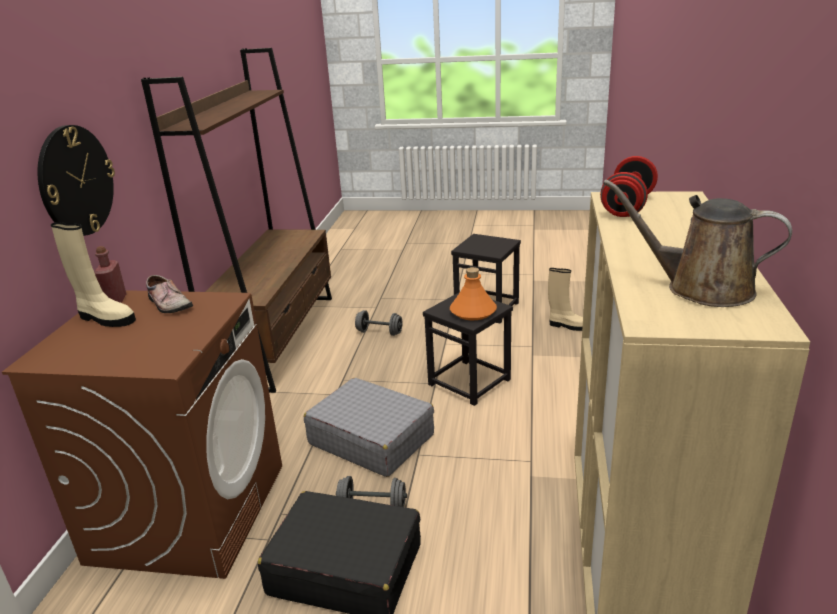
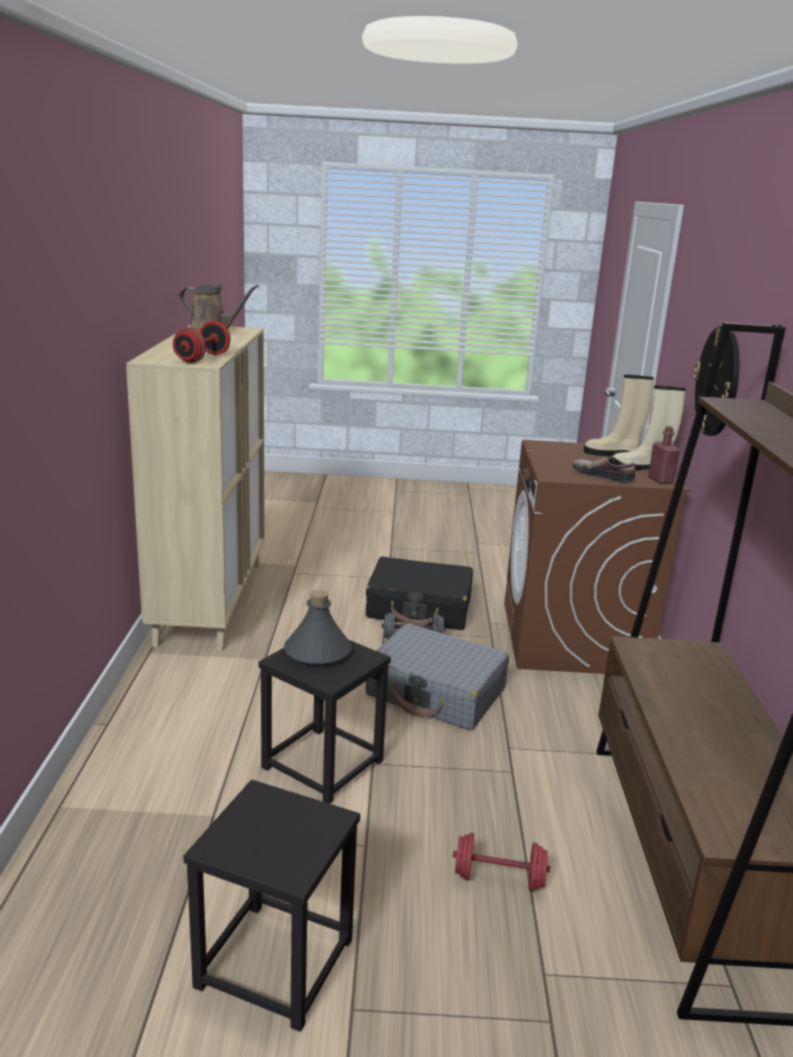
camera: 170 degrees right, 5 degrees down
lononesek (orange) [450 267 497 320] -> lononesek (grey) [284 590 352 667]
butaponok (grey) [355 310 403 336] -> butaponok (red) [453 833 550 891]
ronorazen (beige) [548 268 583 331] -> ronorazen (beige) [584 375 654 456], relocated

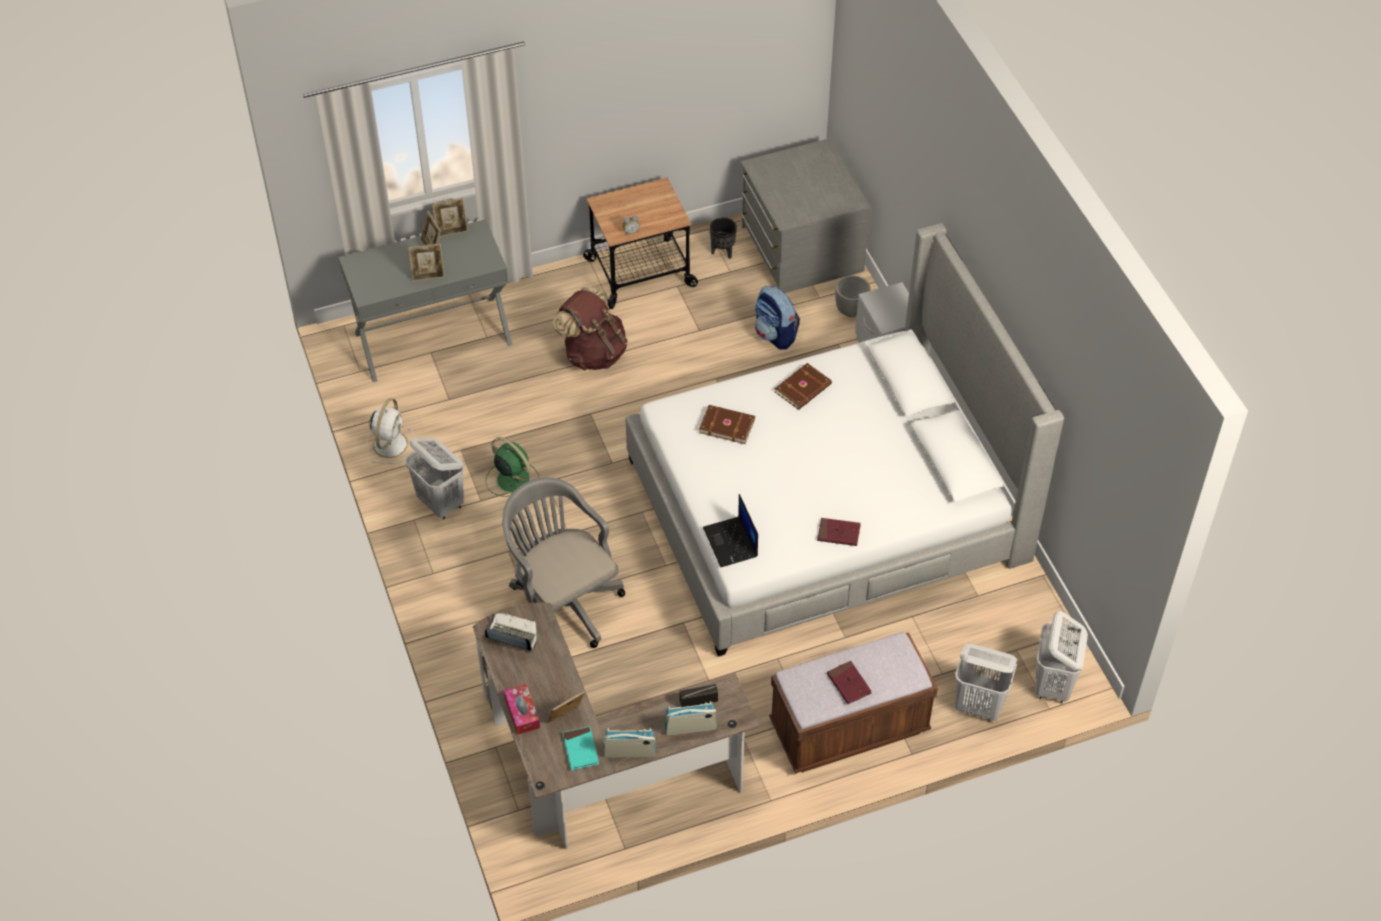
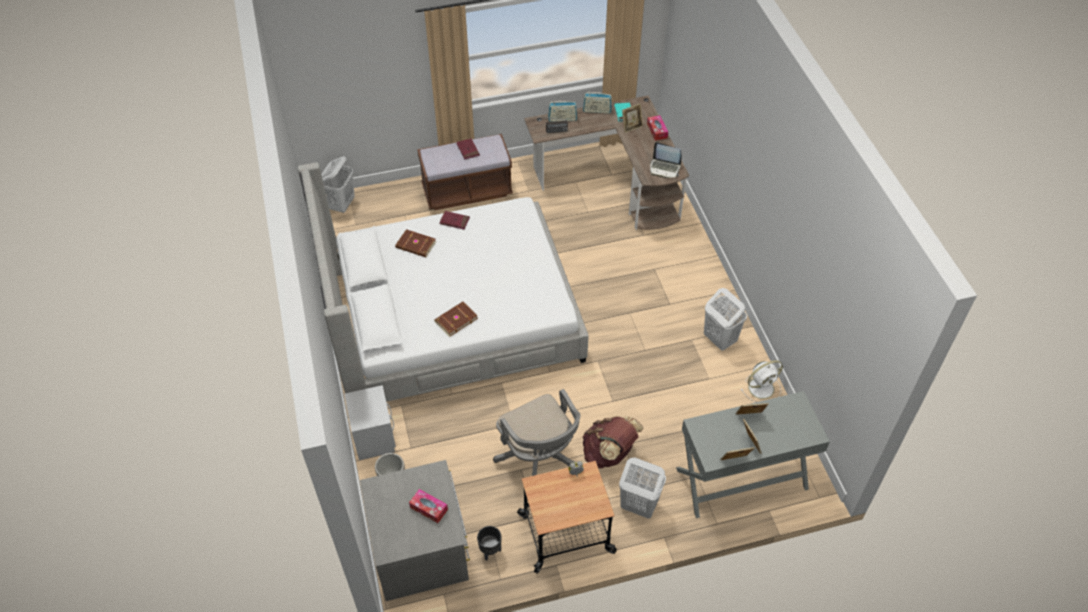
camera: 175 degrees left, 0 degrees up
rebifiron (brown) [699 405 755 444] -> rebifiron (brown) [395 229 436 257], relocated
none -> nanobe [409 489 448 523]
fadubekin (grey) [502 477 625 648] -> fadubekin (grey) [493 389 581 476], relocated
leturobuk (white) [955 644 1017 721] -> leturobuk (white) [619 458 666 519], relocated
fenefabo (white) [367 398 416 464] -> fenefabo (white) [741 360 783 402], 135 degrees counterclockwise
fenefabo (green) [486 437 539 497] -> none
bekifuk [703 494 758 567] -> none
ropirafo [755 286 800 350] -> none

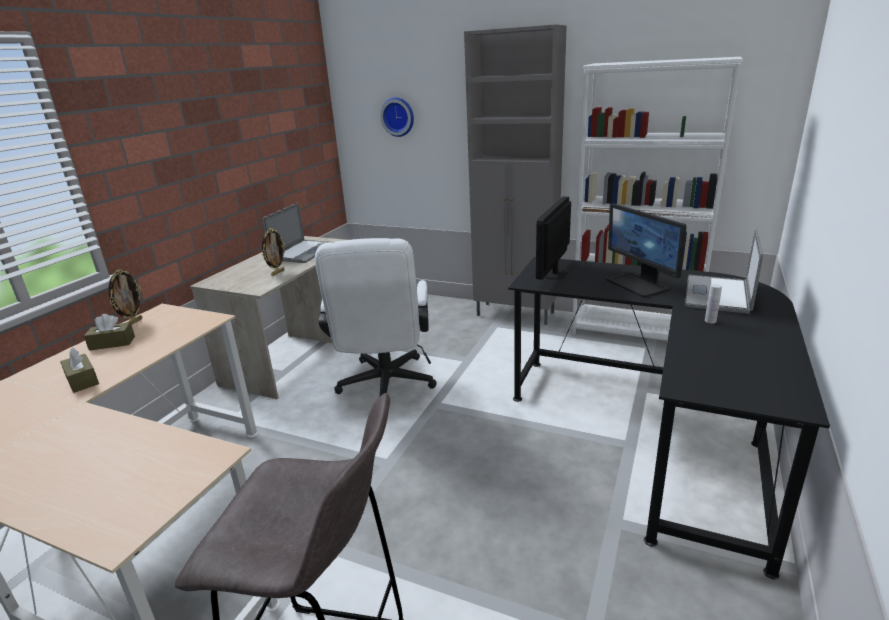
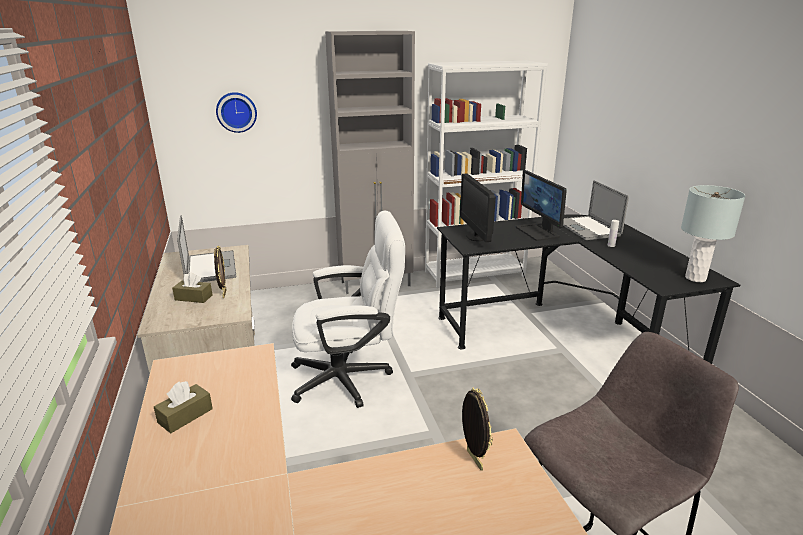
camera: 40 degrees left, 0 degrees up
nanobe (brown) [60 348 99 393] -> nanobe (brown) [172 272 212 303], relocated
fadubekin (white) [315 238 437 396] -> fadubekin (white) [291 211 405 408], 60 degrees counterclockwise
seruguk [109 269 142 325] -> seruguk [462 387 493 470], relocated
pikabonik [606 203 687 298] -> pikabonik [515 170 567 241], 45 degrees clockwise
none -> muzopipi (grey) [681 185 745 282]

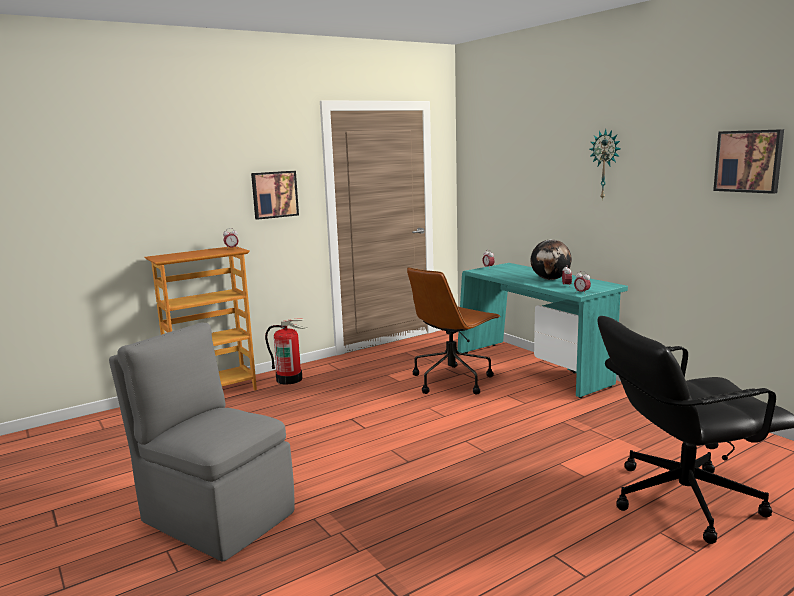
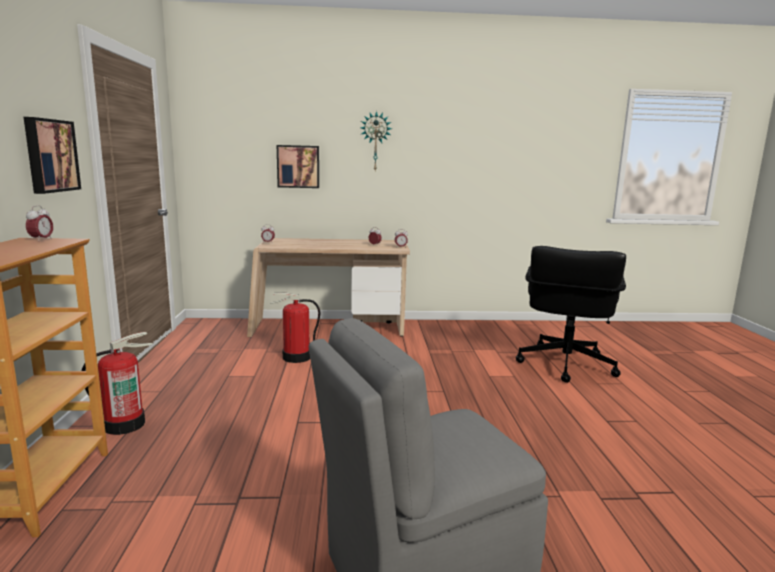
camera: 60 degrees left, 0 degrees up
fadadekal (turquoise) [457 263 628 398] -> fadadekal (beige) [247 238 410 337]
fadubekin (brown) [407 267 501 395] -> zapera [270 292 320 363]
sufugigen [713 129 784 194] -> sufugigen [277 145 319 188], relocated
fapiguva [531 240 572 280] -> none

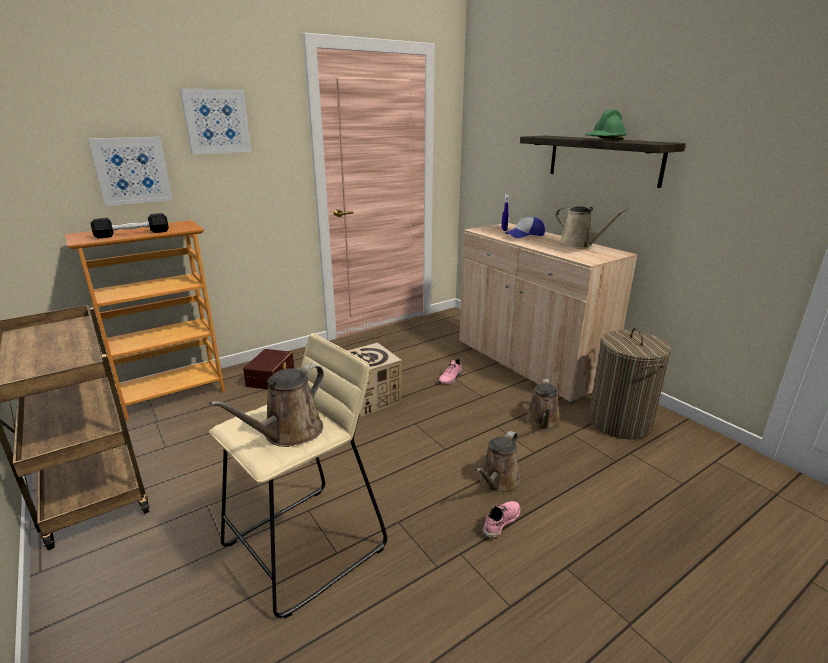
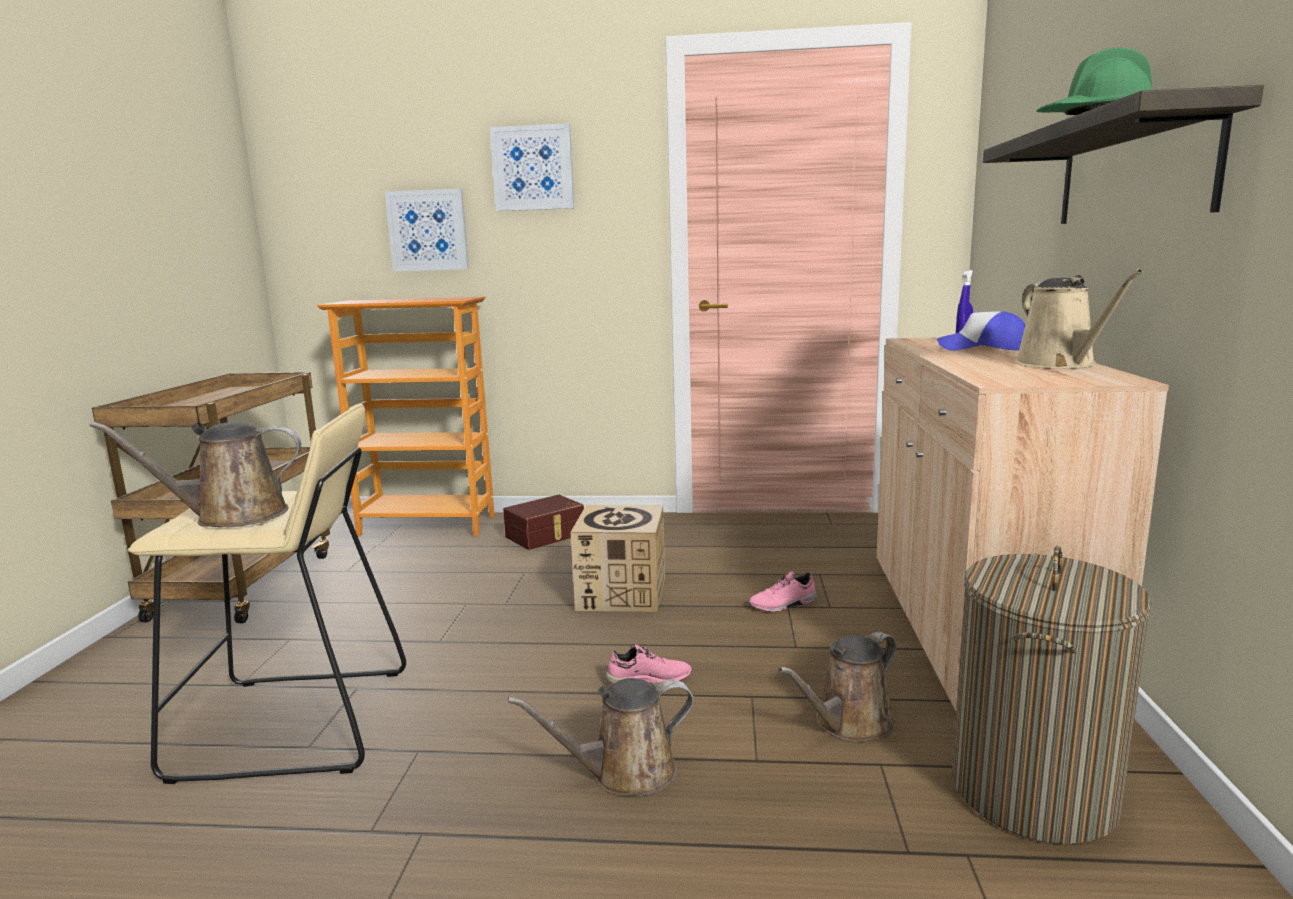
camera: 40 degrees right, 10 degrees down
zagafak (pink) [482 501 521 539] -> zagafak (pink) [606 644 692 685], relocated
butaponok (black) [90 213 169 239] -> none

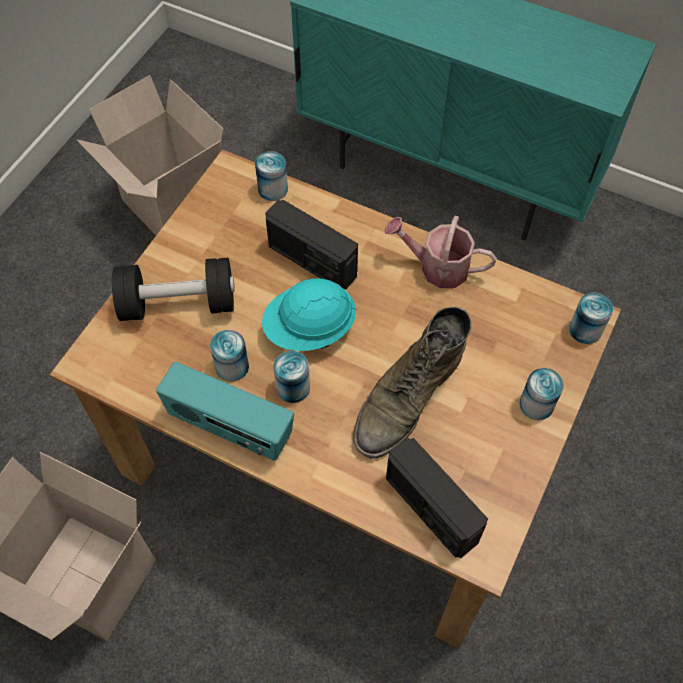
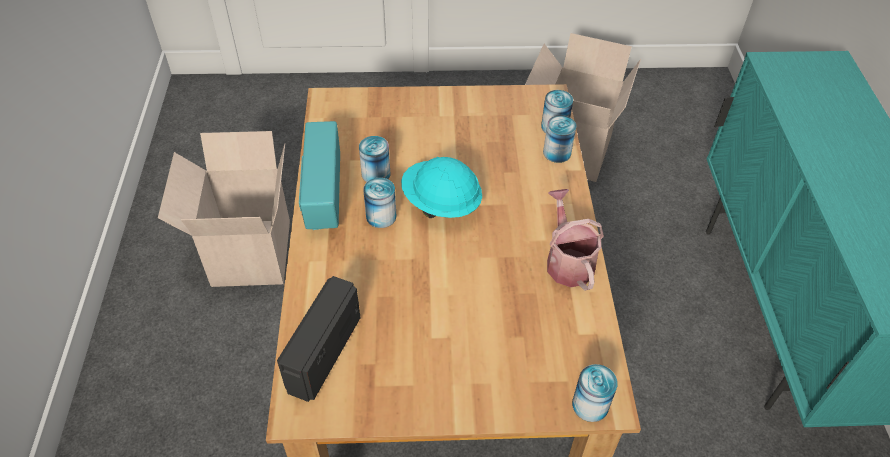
camera: 60 degrees right, 10 degrees down
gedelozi [520 368 564 420] -> gedelozi [543 115 576 163], relocated
butaponok (black) [112 258 235 321] -> none
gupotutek [265 200 358 290] -> none
ronorazen (green) [353 307 471 459] -> none

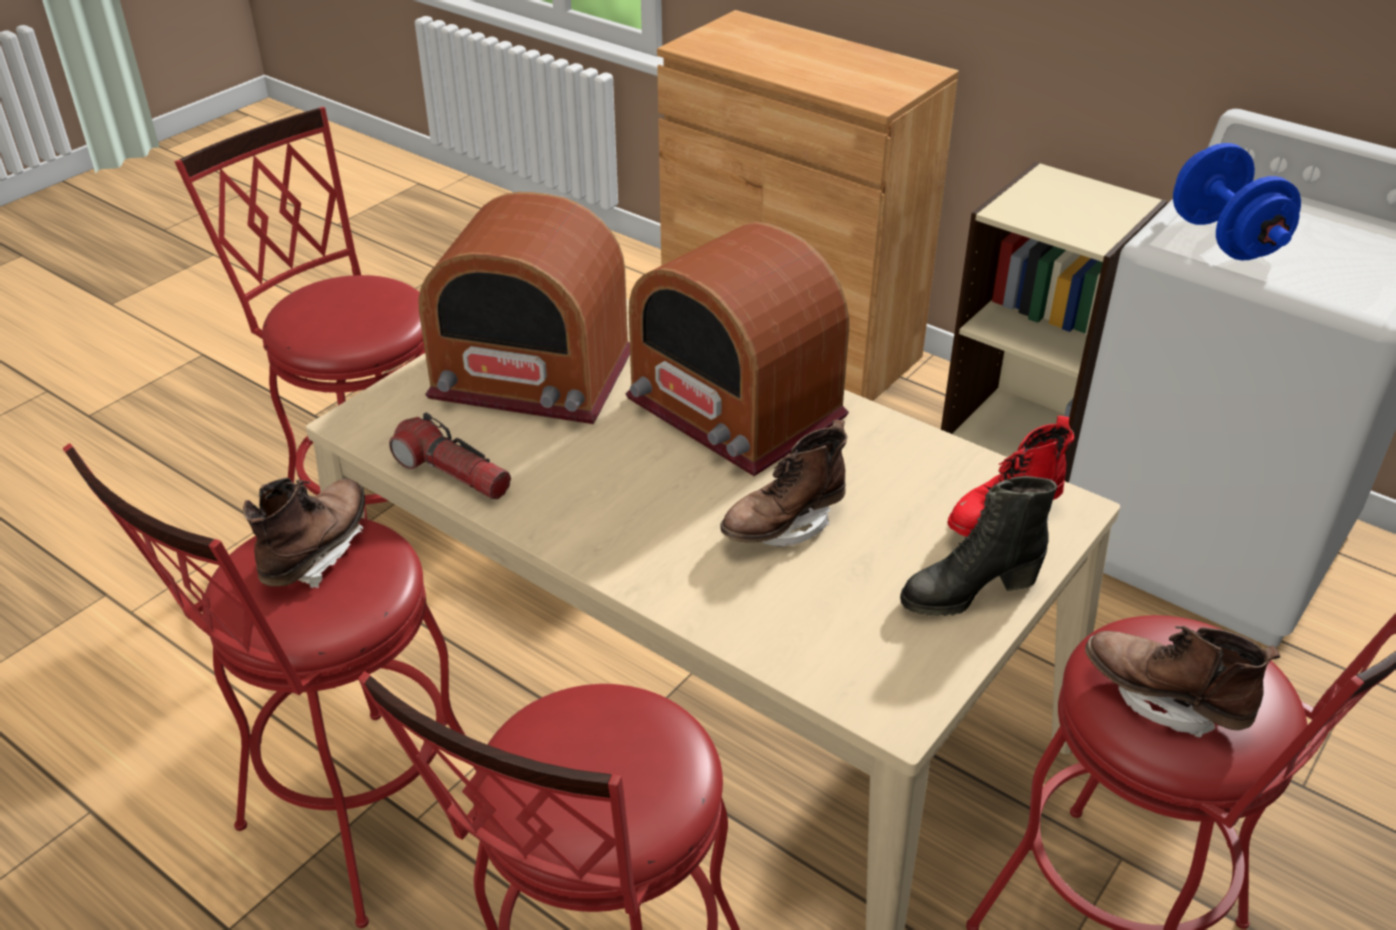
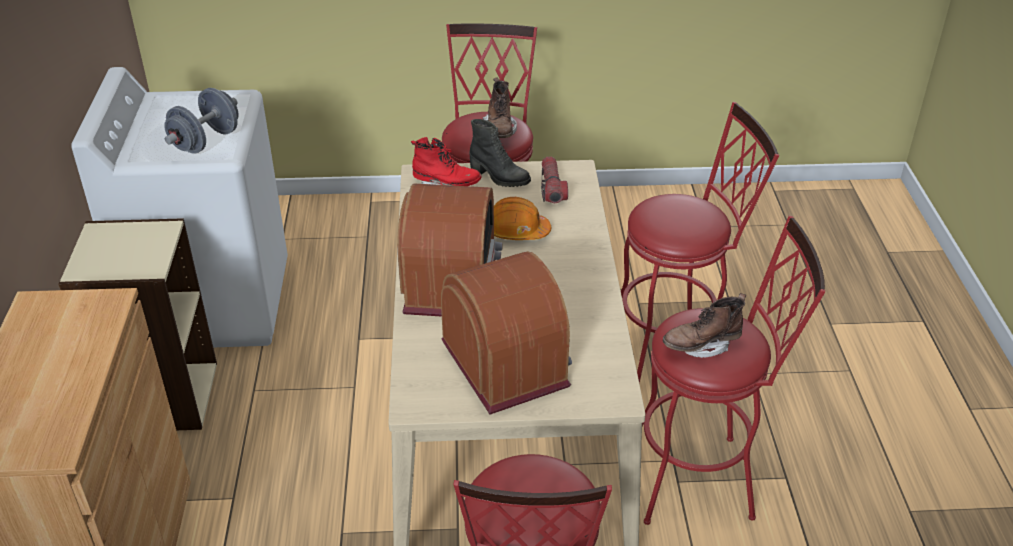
camera: 130 degrees left, 0 degrees up
butaponok (blue) [1173 143 1301 260] -> butaponok (grey) [164 88 239 154]
ronorazen (brown) [720 420 847 547] -> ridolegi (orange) [494 197 551 240]
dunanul [389 412 511 500] -> dunanul [541 156 568 203], relocated

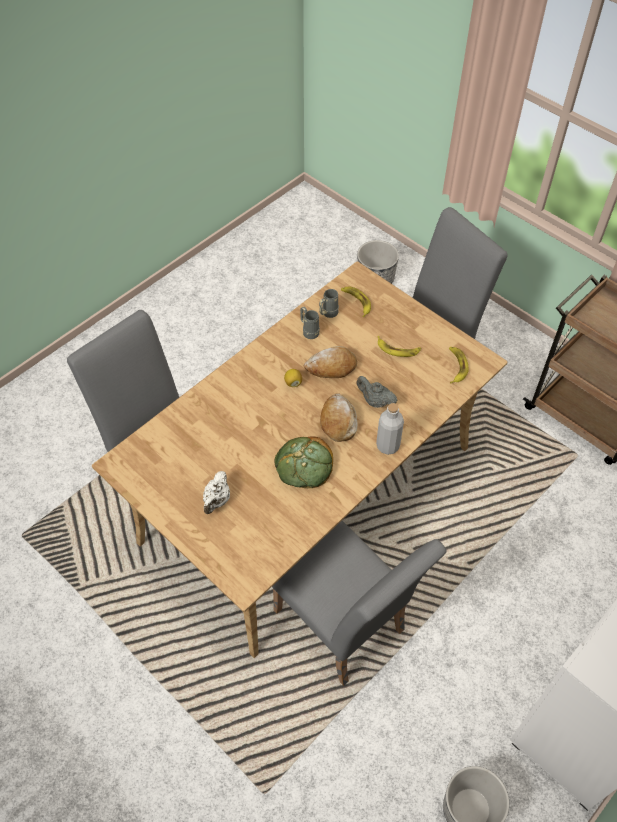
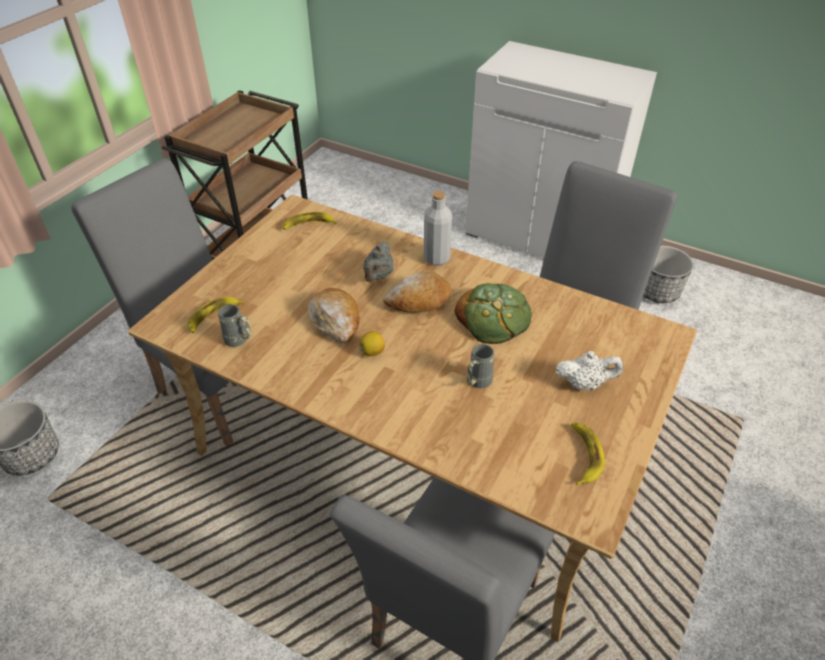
camera: 105 degrees left, 10 degrees down
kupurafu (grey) [300 307 320 339] -> kupurafu (grey) [467 344 494 388], relocated
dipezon [377 336 421 357] -> dipezon [571 422 605 485], relocated

